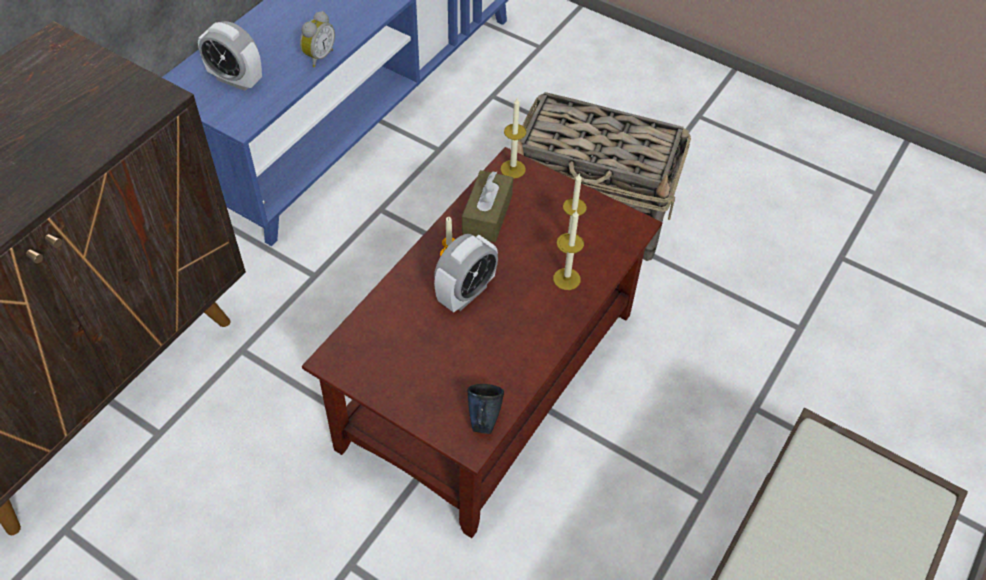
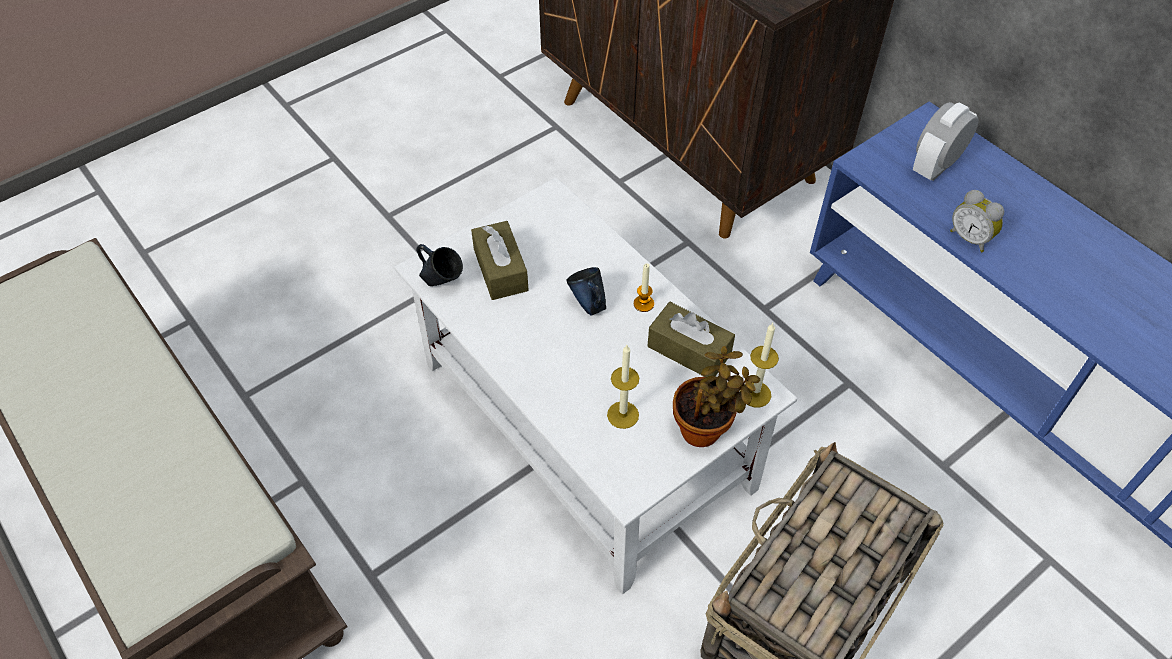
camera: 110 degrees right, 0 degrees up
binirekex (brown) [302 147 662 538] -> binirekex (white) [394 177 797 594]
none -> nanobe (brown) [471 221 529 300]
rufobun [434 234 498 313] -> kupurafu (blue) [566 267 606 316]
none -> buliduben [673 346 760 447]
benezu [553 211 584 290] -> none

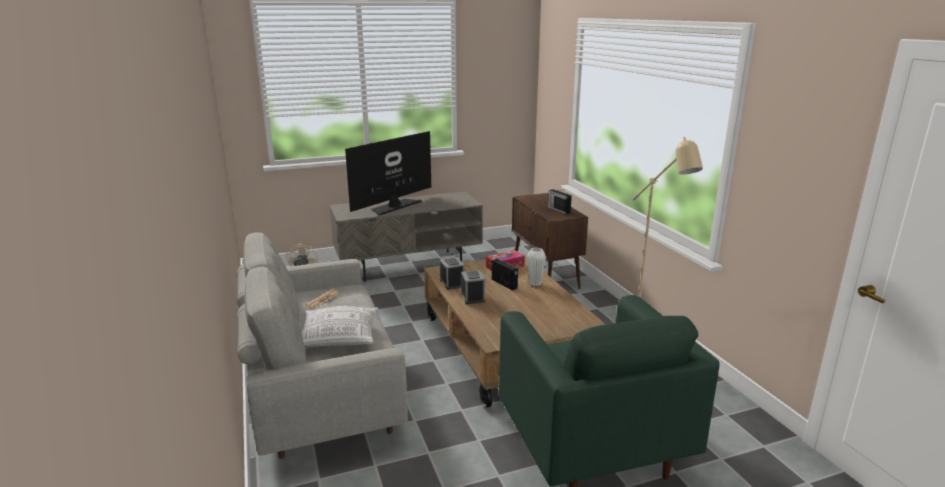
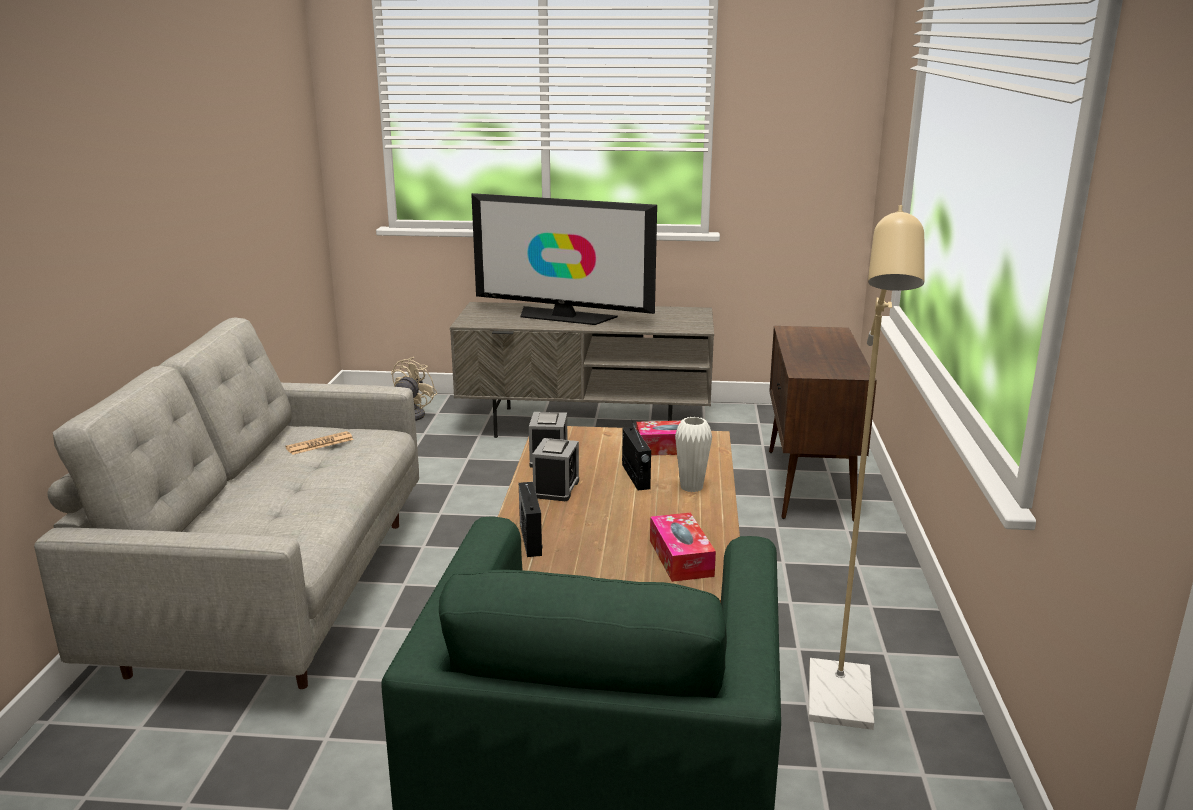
camera: 25 degrees right, 0 degrees up
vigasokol [345 131 431 216] -> vigasokol [471 193 657 325], 135 degrees counterclockwise
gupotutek [548 189 572 214] -> gupotutek [519 482 543 557], relocated
none -> nanobe [650 512 716 582]
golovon [302 306 378 347] -> none

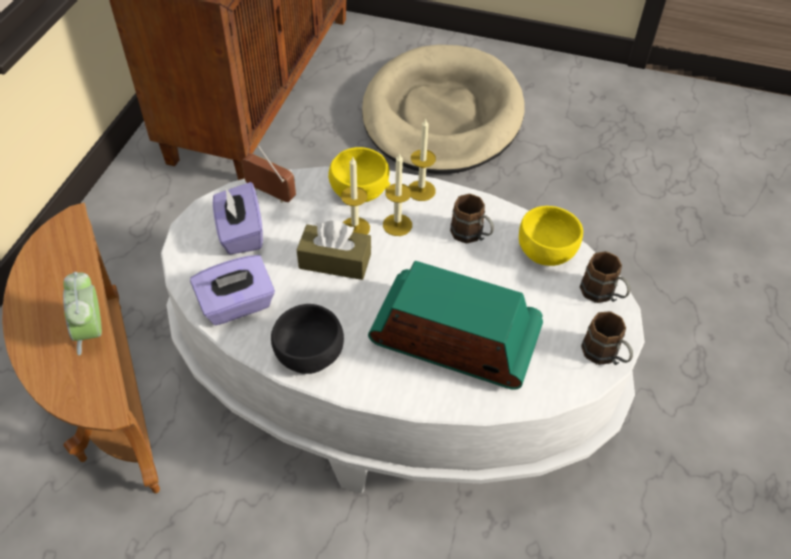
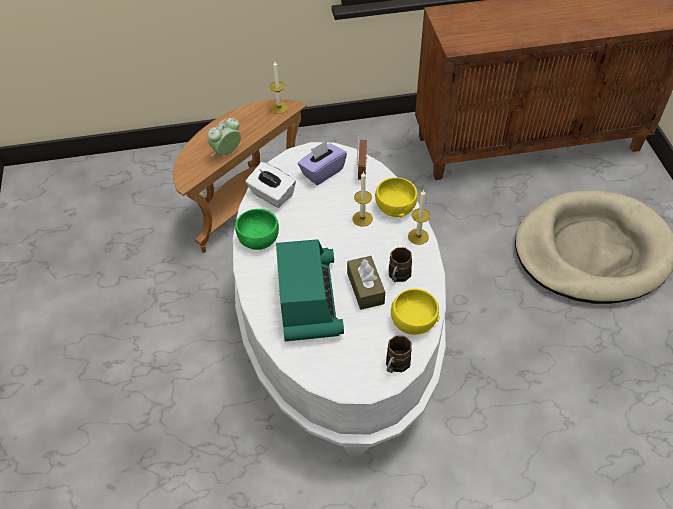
camera: 65 degrees right, 0 degrees up
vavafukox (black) [271 304 344 374] -> vavafukox (green) [235 209 279 250]
nanobe (purple) [190 255 275 325] -> nanobe (white) [246 162 296 208]
benezu [383 153 412 236] -> benezu [270 61 288 114], relocated
nanobe (brown) [297 221 371 280] -> nanobe (brown) [347 256 385 310], relocated
kupurafu (brown) [581 311 633 365] -> none

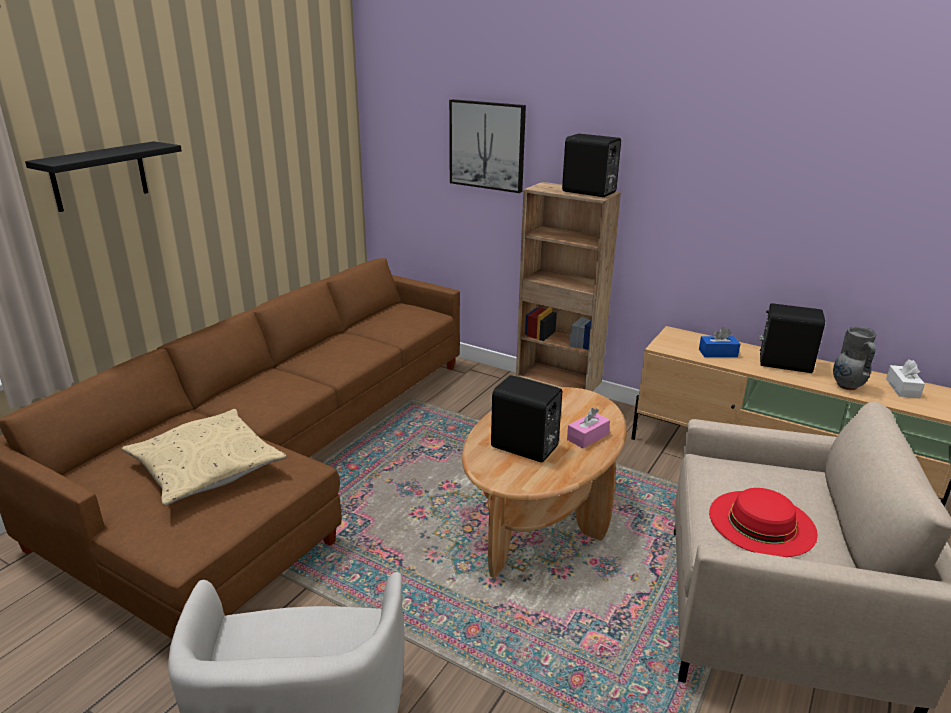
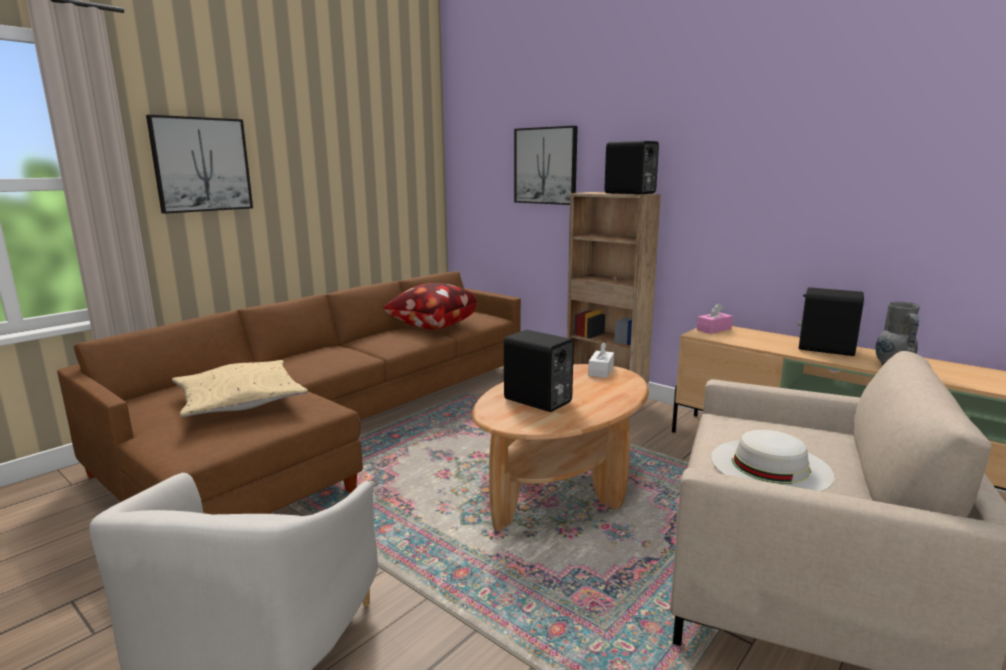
camera: 10 degrees right, 10 degrees down
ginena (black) [25 141 182 212] -> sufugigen [146 115 253 214]
none -> golovon [384 283 477 329]
nanobe (white) [886 359 925 398] -> nanobe (white) [588 342 614 378], relocated
nanobe (pink) [567 408 610 448] -> nanobe (pink) [697 303 733 334], relocated
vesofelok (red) [709 488 818 557] -> vesofelok (white) [711 430 835 492]
nanobe (blue) [699 327 740 357] -> none

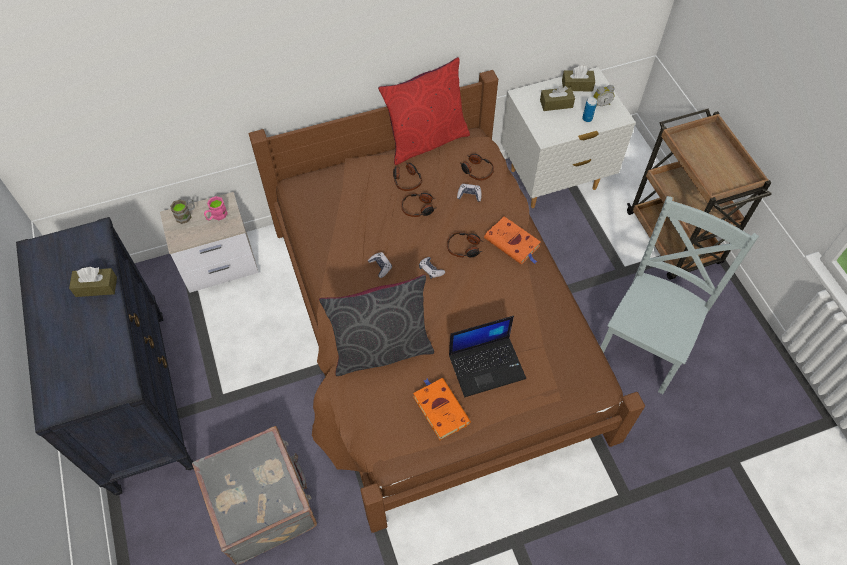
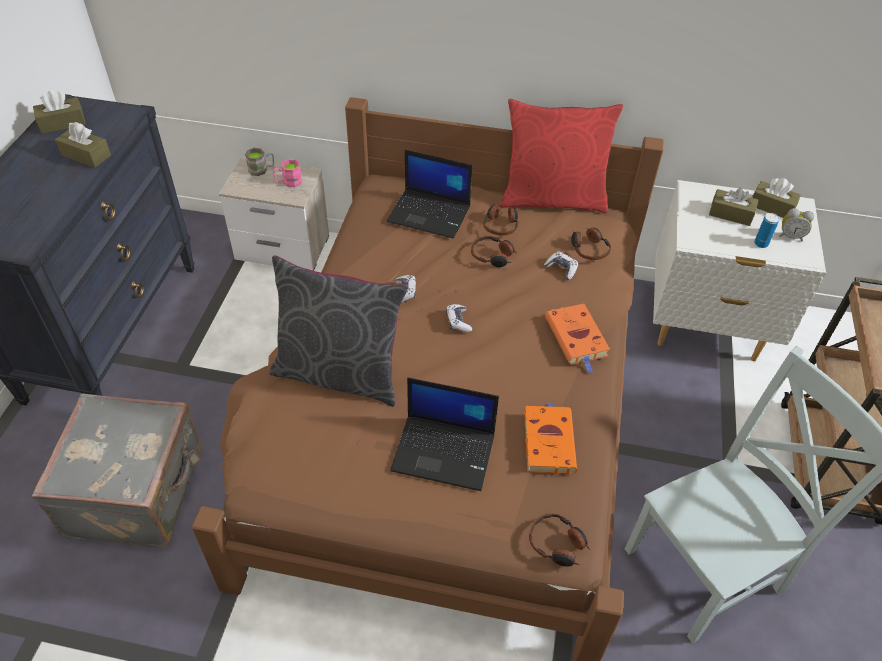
camera: 30 degrees right, 10 degrees down
none -> nanobe (brown) [33 90 86 134]
none -> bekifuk [387 149 472 239]
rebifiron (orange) [413 378 471 440] -> rebifiron (orange) [525 402 577 475], relocated
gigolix [447 232 484 257] -> gigolix [529 513 590 567], relocated

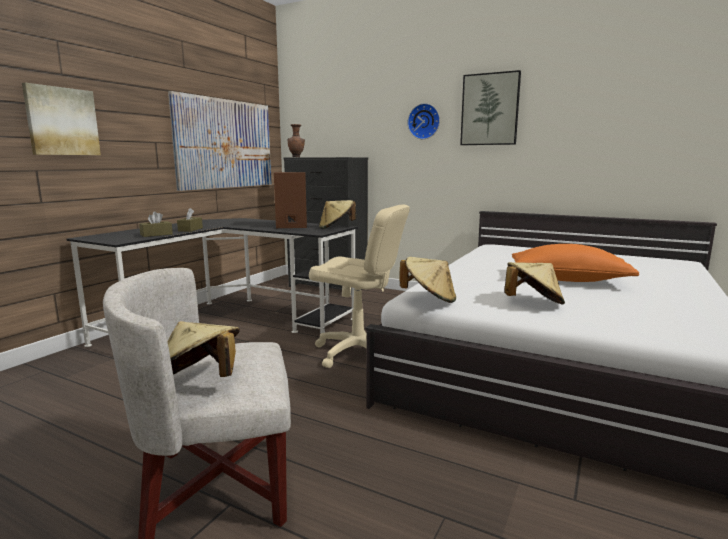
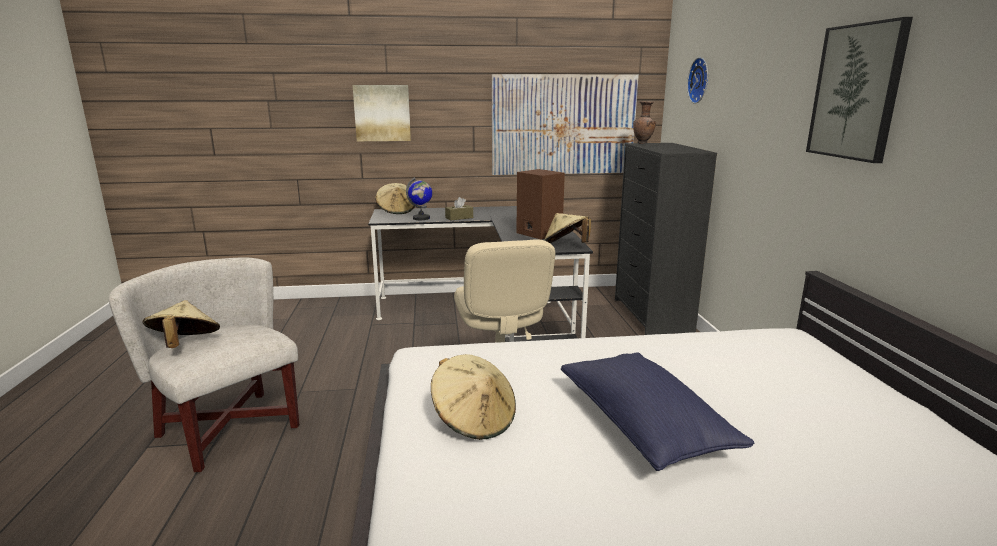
camera: 55 degrees right, 5 degrees up
vesofelok (beige) [399 257 456 303] -> vesofelok (beige) [375 183 415 214], relocated
nanobe (brown) [139 211 173 237] -> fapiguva [406 177 432 220]
golovon (orange) [512 244 639 282] -> golovon (blue) [561 352 754 471]
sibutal [408 103 440 139] -> sibutal [687 57 708 104], relocated

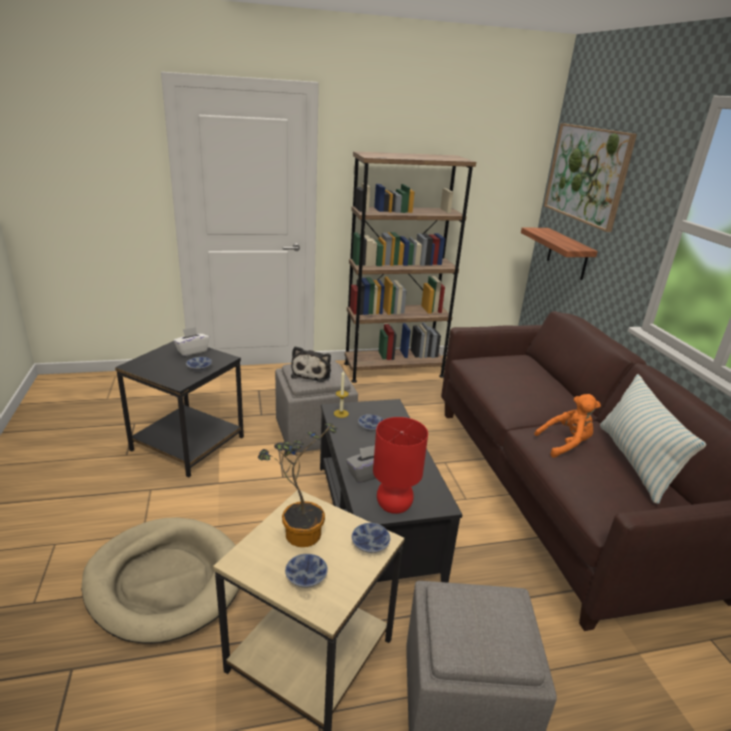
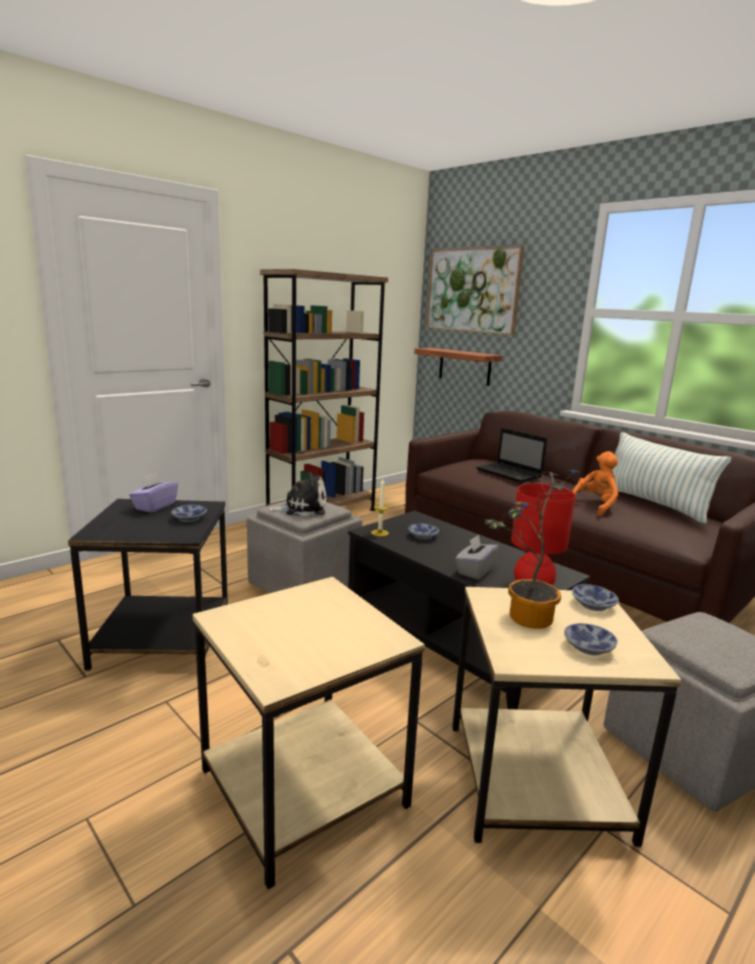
camera: 30 degrees left, 10 degrees down
nanobe (white) [173 327 209 356] -> nanobe (purple) [129 473 178 513]
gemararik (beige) [81 517 239 644] -> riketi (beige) [193 577 425 889]
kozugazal [291 346 331 382] -> kozugazal [268 472 326 517], 75 degrees counterclockwise
none -> bekifuk [476 428 547 483]

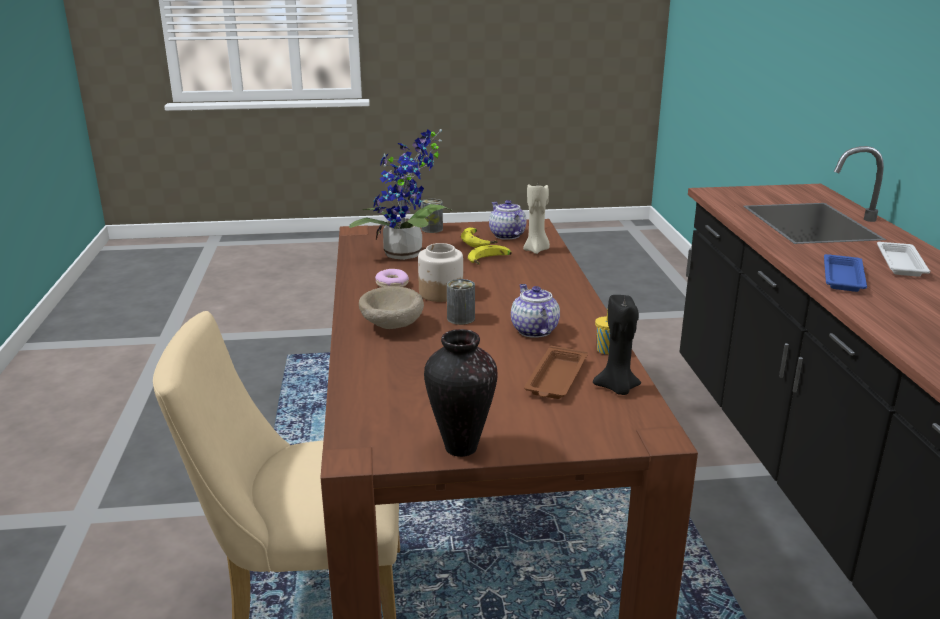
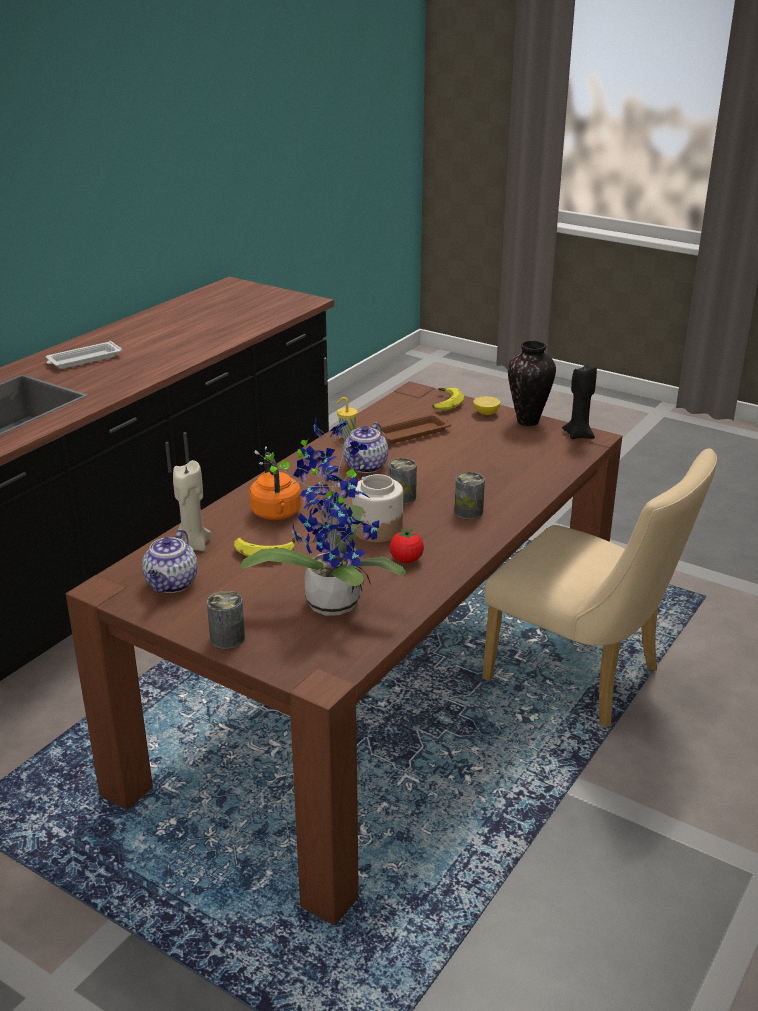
camera: 140 degrees left, 5 degrees up
none -> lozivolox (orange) [249 452 302 520]
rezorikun [375 269 409 287] -> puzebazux [389 528 424 563]
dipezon [461 227 498 248] -> dipezon [432 388 464 411], relocated
vavafukox (beige) [359 286 424 329] -> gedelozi [454 472 485 520]
none -> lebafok [473 396 500 415]
benezu (black) [593 295 641 395] -> benezu (black) [562 362 597 439], relocated
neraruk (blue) [824 254 867 292] -> none

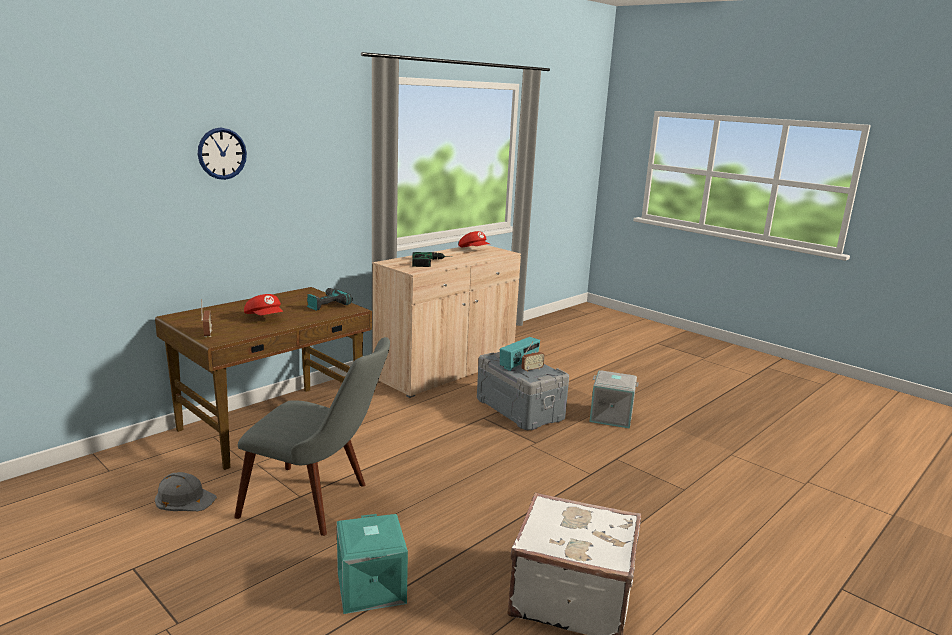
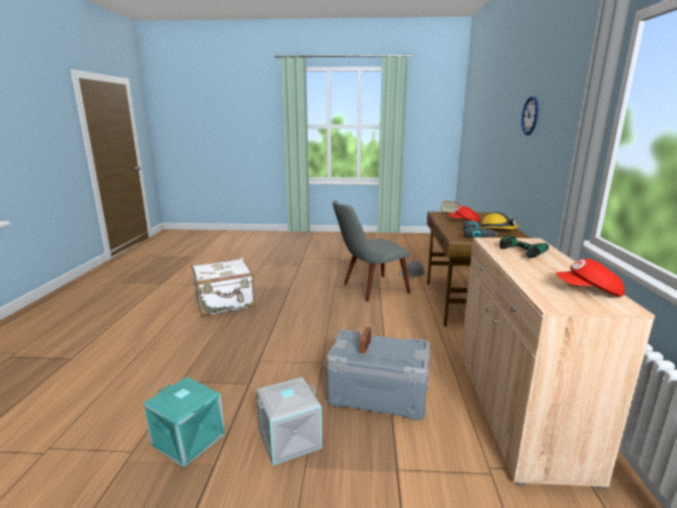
camera: 140 degrees right, 0 degrees up
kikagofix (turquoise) [337 514 408 614] -> kikagofix (turquoise) [144 377 225 467], relocated
none -> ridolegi [479 212 519 229]
gupotutek [500 337 540 371] -> none

